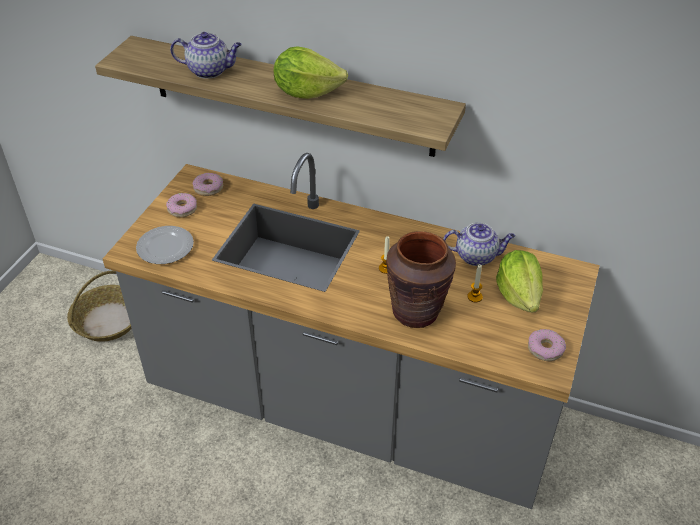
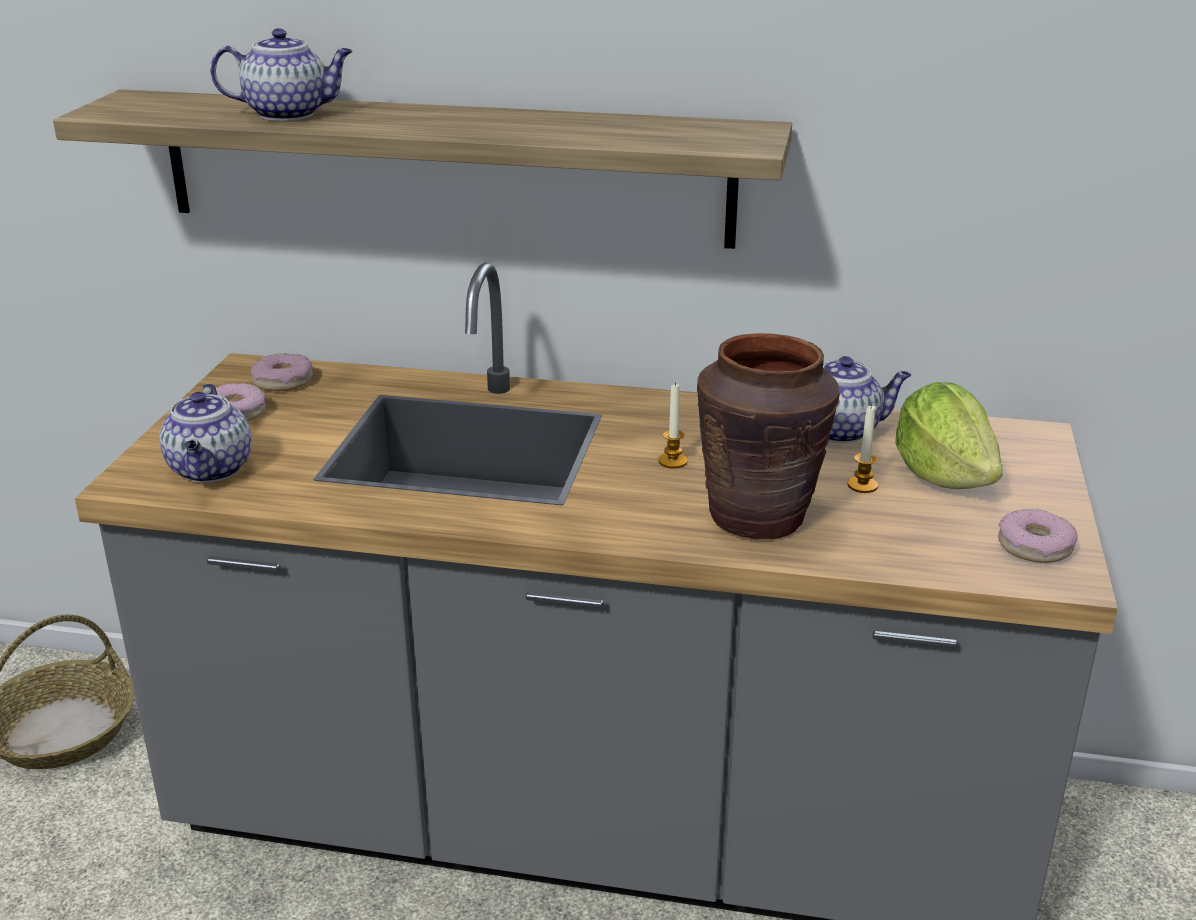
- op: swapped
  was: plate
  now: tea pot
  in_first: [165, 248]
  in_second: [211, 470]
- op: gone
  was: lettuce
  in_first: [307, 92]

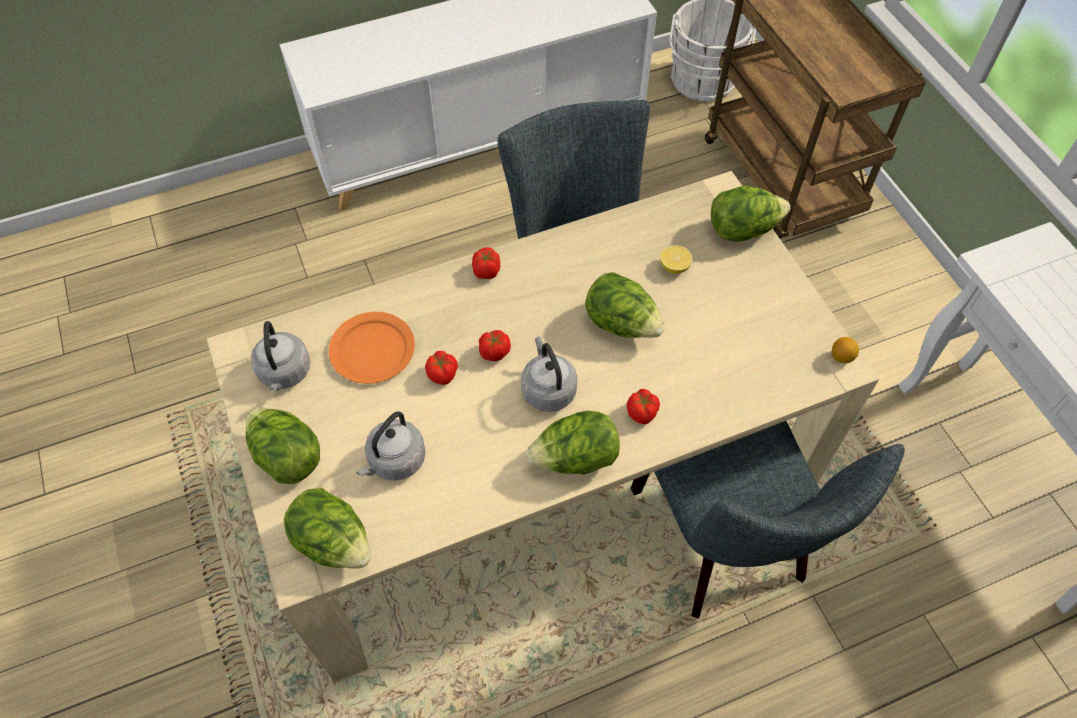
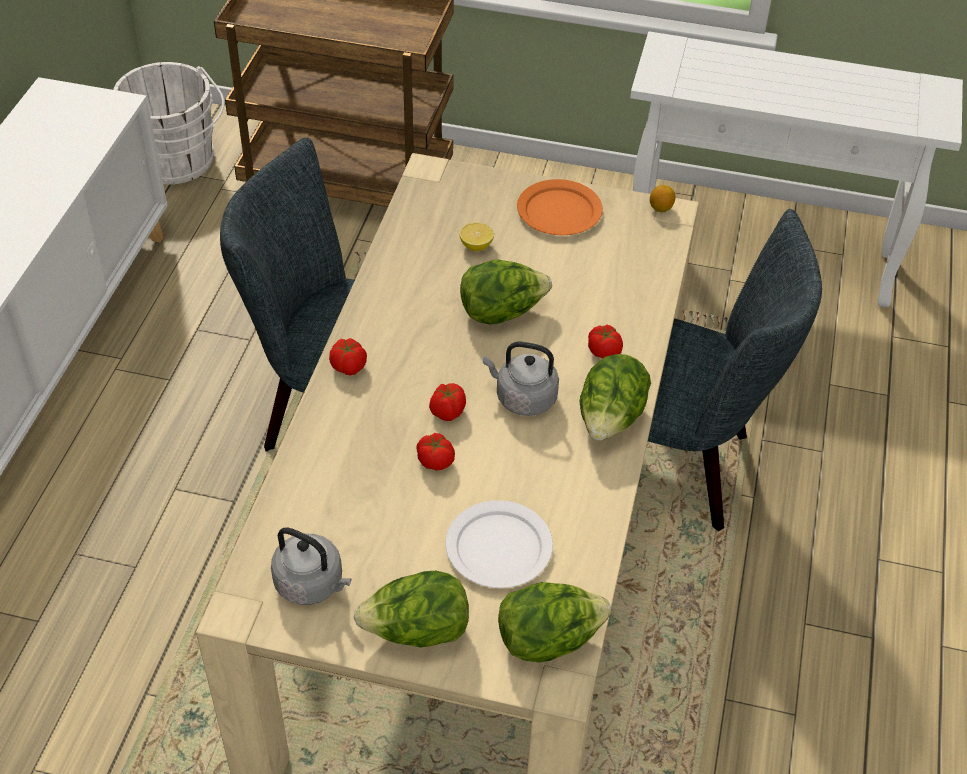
- op: swapped
  was: tea kettle in grey
  now: plate in white
  in_first: [395, 461]
  in_second: [499, 548]
- op: shifted
  was: plate in orangey
  in_first: [373, 349]
  in_second: [559, 211]
- op: gone
  was: lettuce
  in_first: [743, 229]

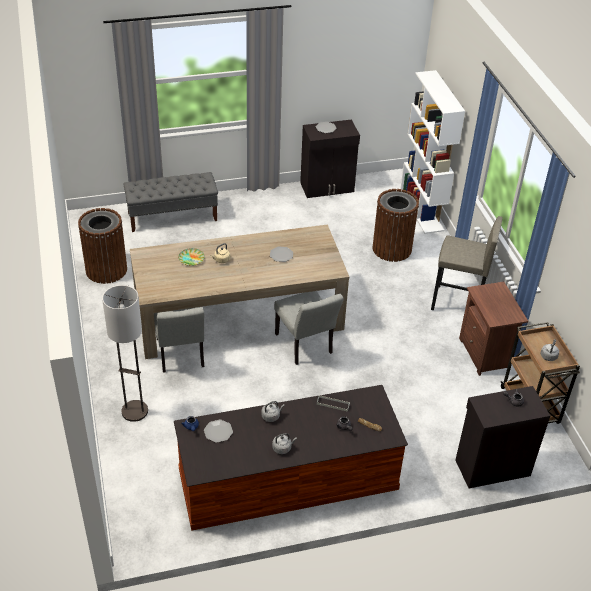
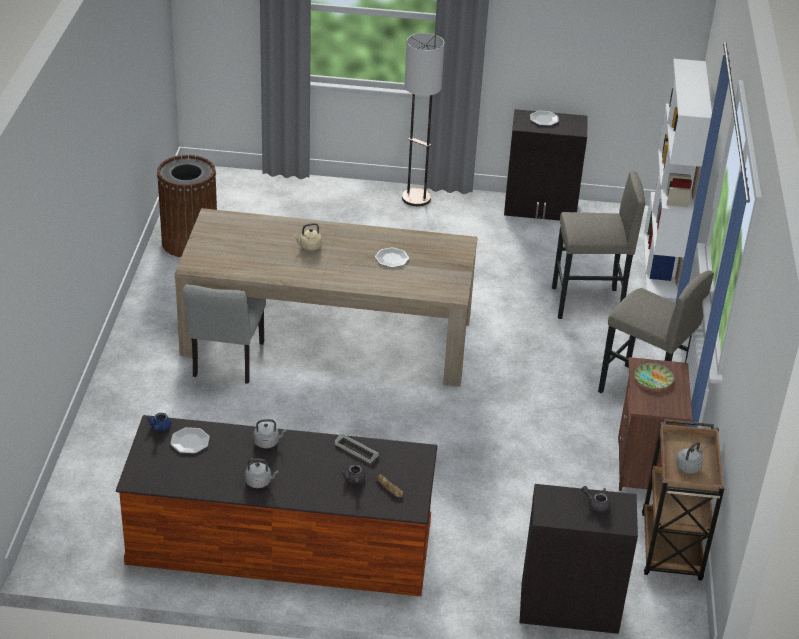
- op: shifted
  was: floor lamp
  in_first: [134, 411]
  in_second: [416, 198]
- op: swapped
  was: trash can in brown-coloured
  now: sitting stool in grey
  in_first: [392, 249]
  in_second: [587, 304]
- op: shifted
  was: plate
  in_first: [191, 259]
  in_second: [653, 379]
- op: gone
  was: indoor bench in grey
  in_first: [173, 216]
- op: gone
  was: plain chair in grey
  in_first: [306, 346]

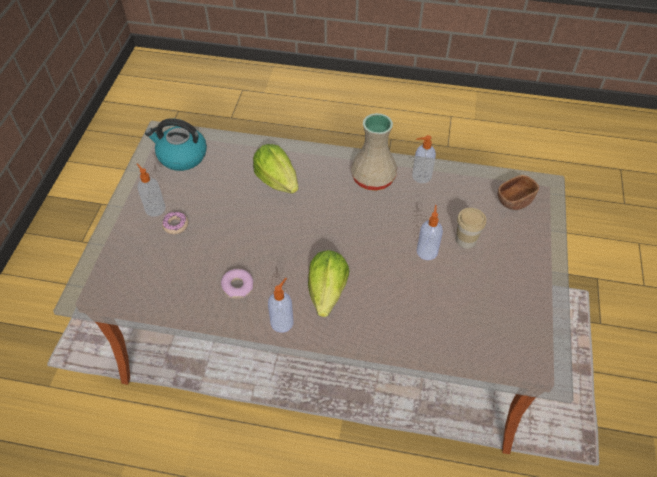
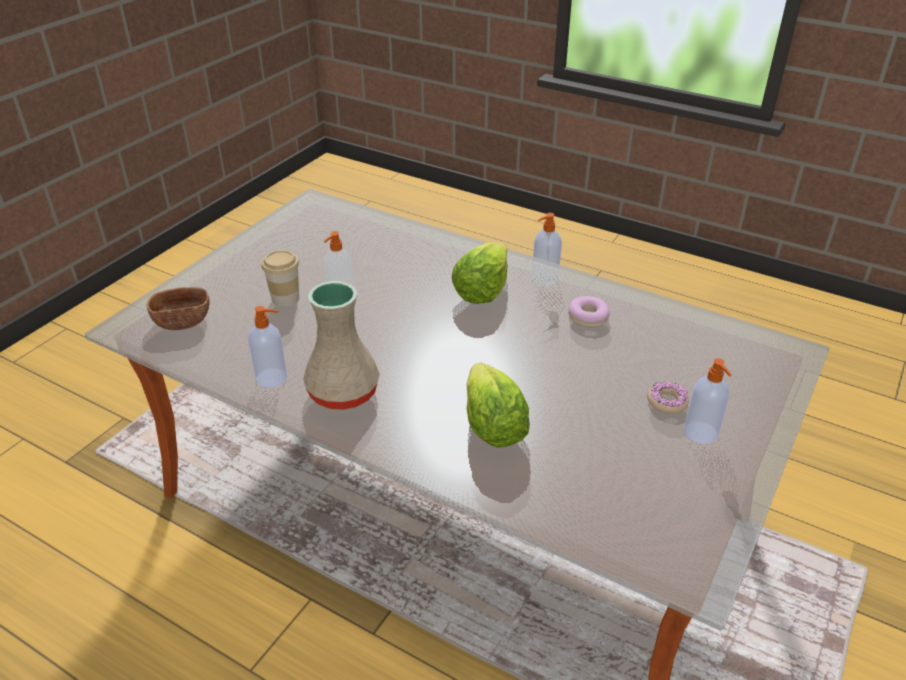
- op: gone
  was: tea kettle
  in_first: [181, 156]

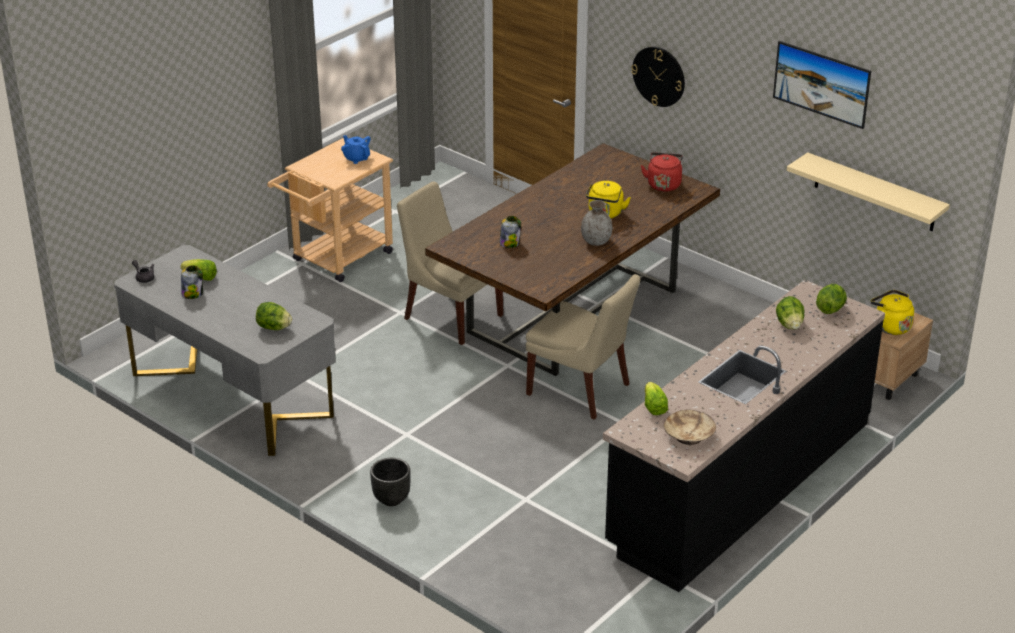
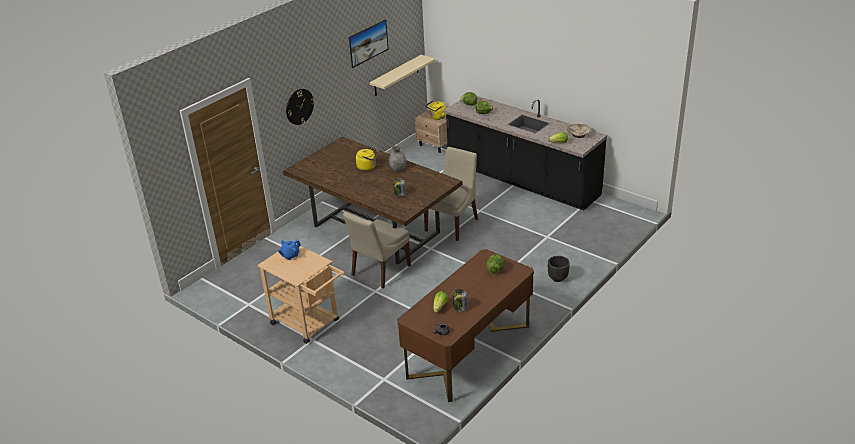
- op: repainted
  was: desk table in grey
  now: desk table in brown-coloured
  in_first: [232, 394]
  in_second: [469, 351]
- op: gone
  was: tea kettle in red-coloured
  in_first: [663, 184]

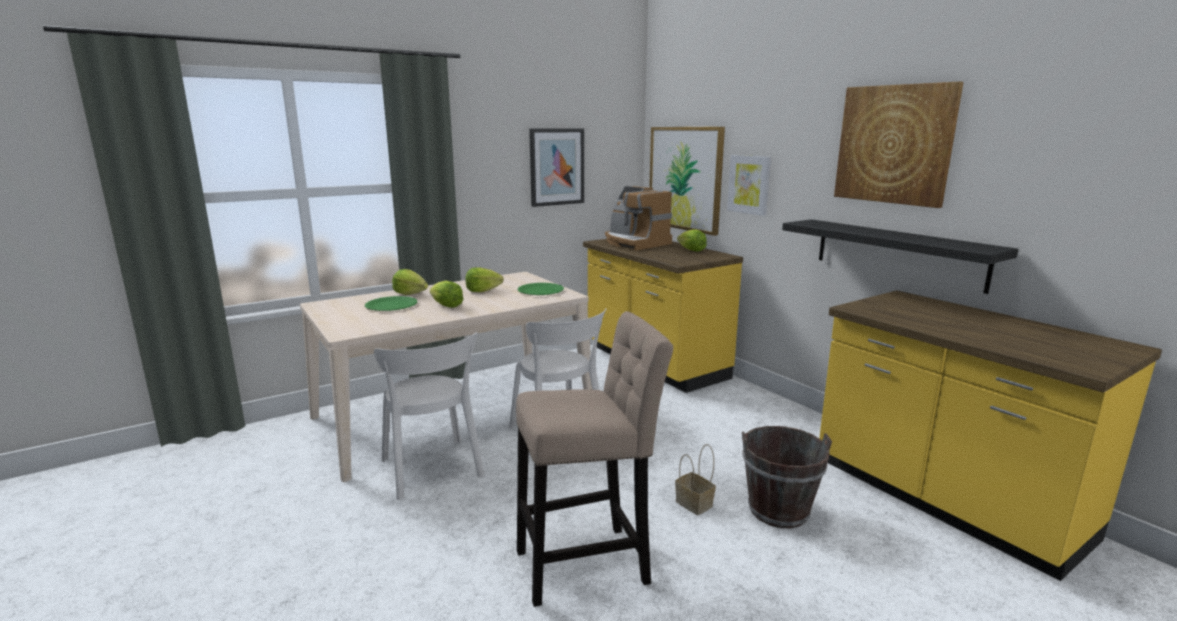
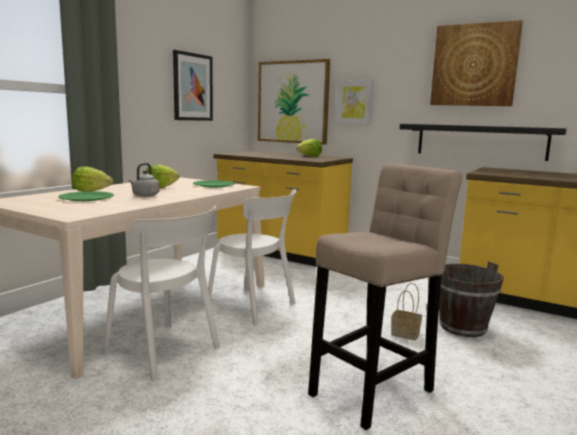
- op: swapped
  was: lettuce
  now: tea kettle in grey
  in_first: [446, 306]
  in_second: [144, 196]
- op: gone
  was: coffee brewer
  in_first: [635, 243]

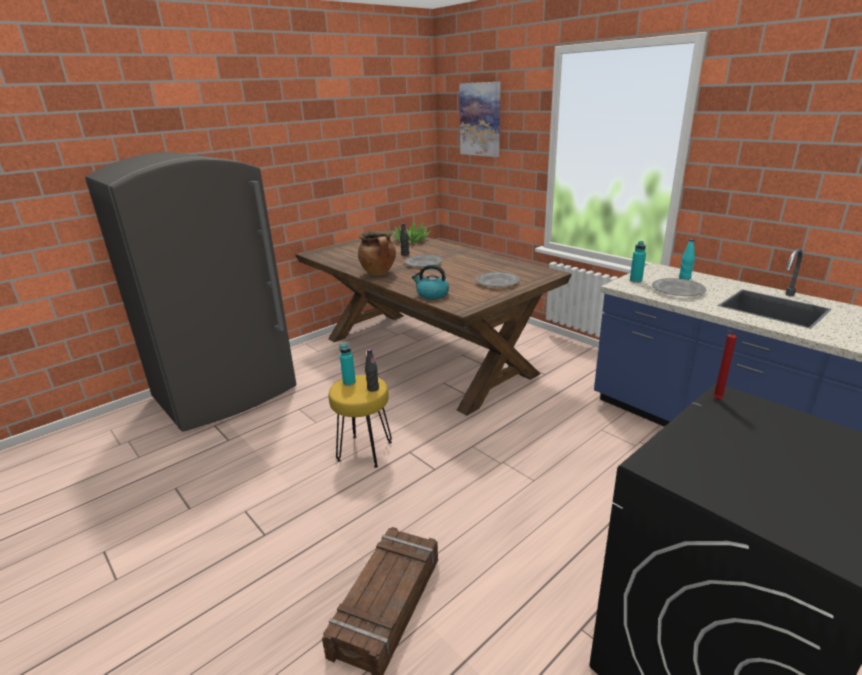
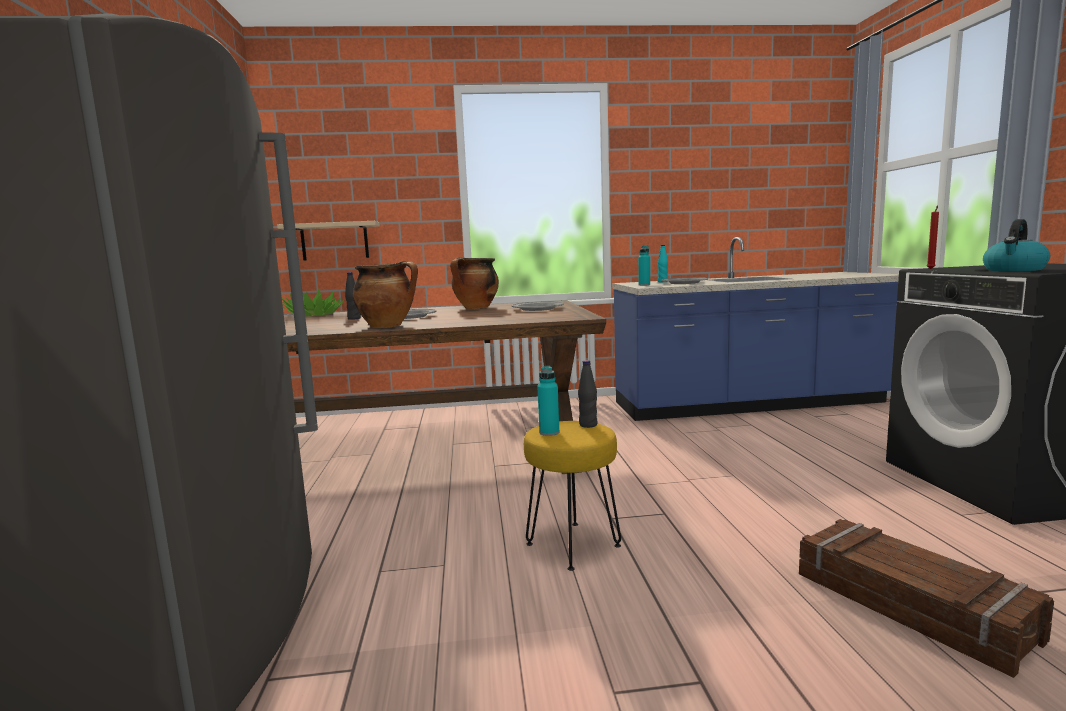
- op: new
  now: wall shelf in sand-coloured
  in_second: [334, 241]
- op: new
  now: saucepot
  in_second: [476, 308]
- op: shifted
  was: tea kettle
  in_first: [432, 295]
  in_second: [1014, 270]
- op: gone
  was: wall picture
  in_first: [480, 119]

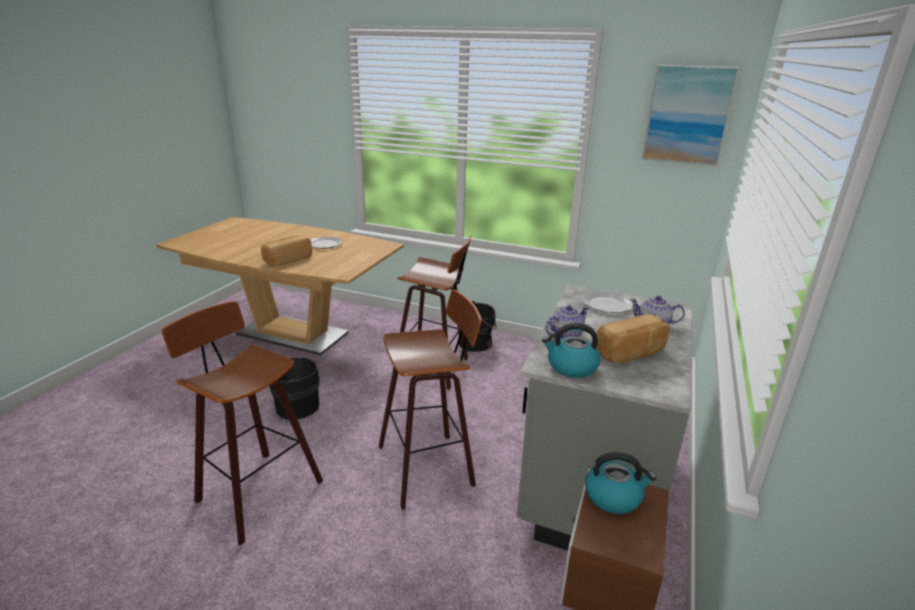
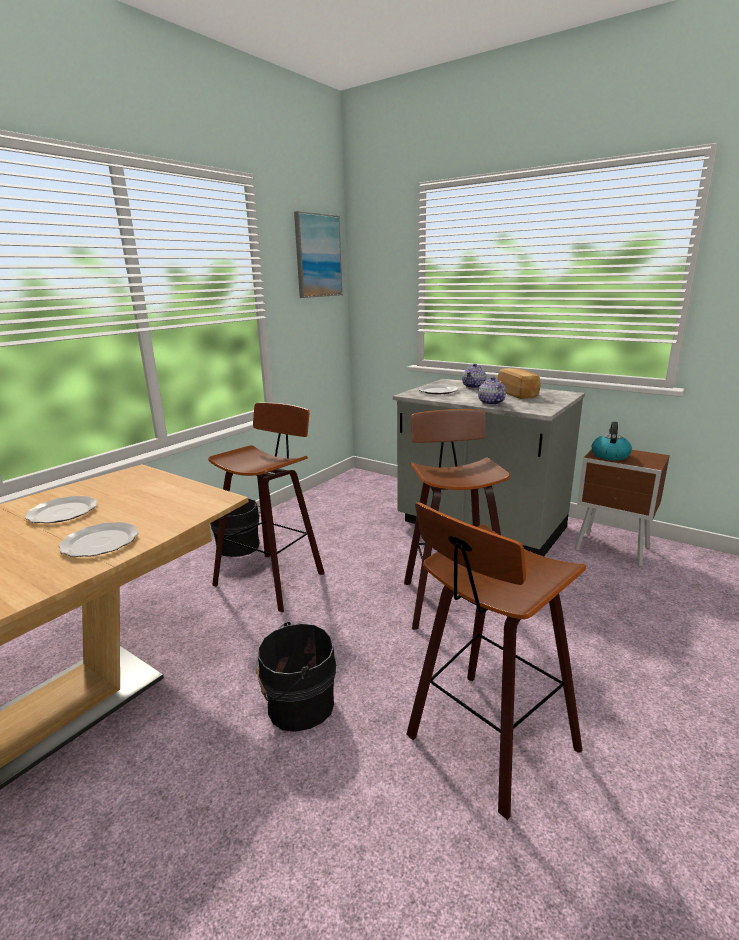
- op: swapped
  was: bread
  now: plate
  in_first: [287, 259]
  in_second: [101, 542]
- op: gone
  was: tea kettle
  in_first: [571, 367]

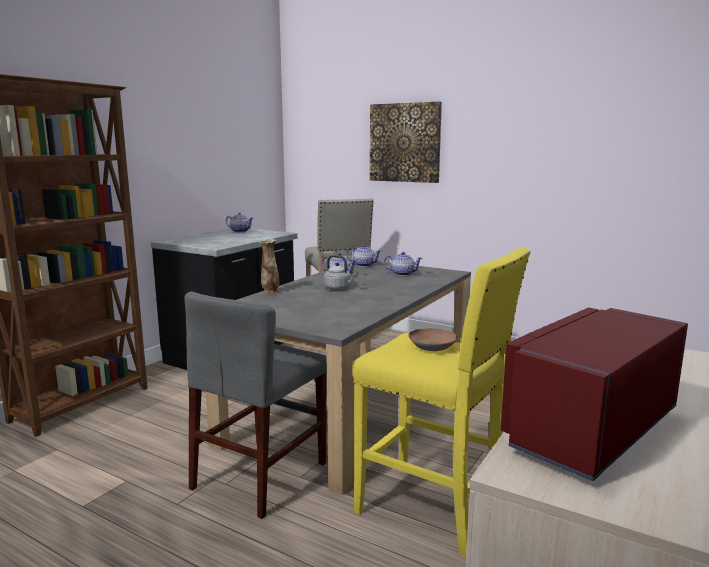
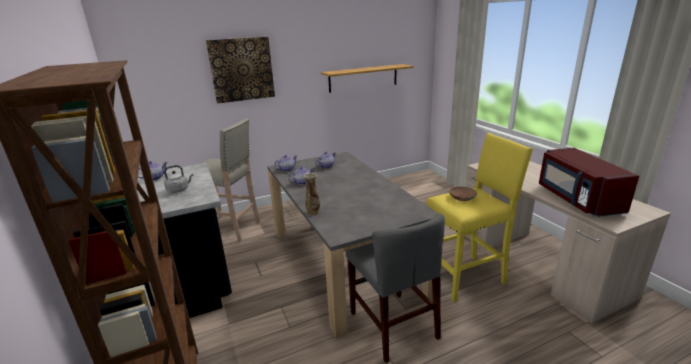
- op: shifted
  was: tea kettle in grey
  in_first: [339, 288]
  in_second: [179, 190]
- op: new
  now: wall shelf
  in_second: [363, 78]

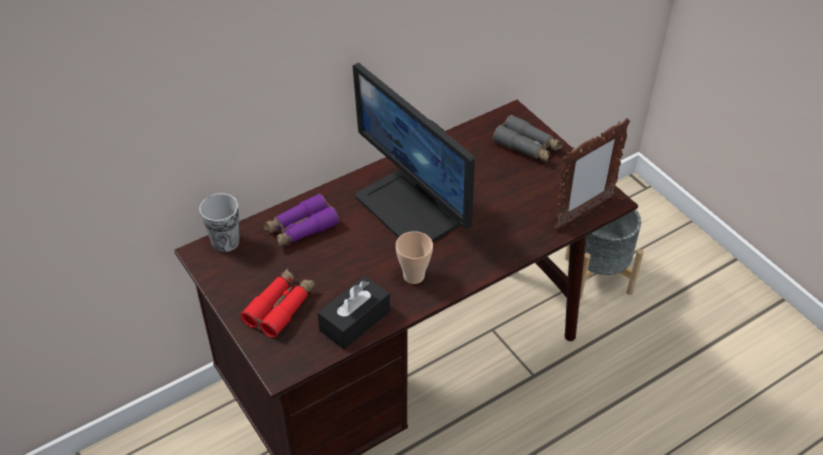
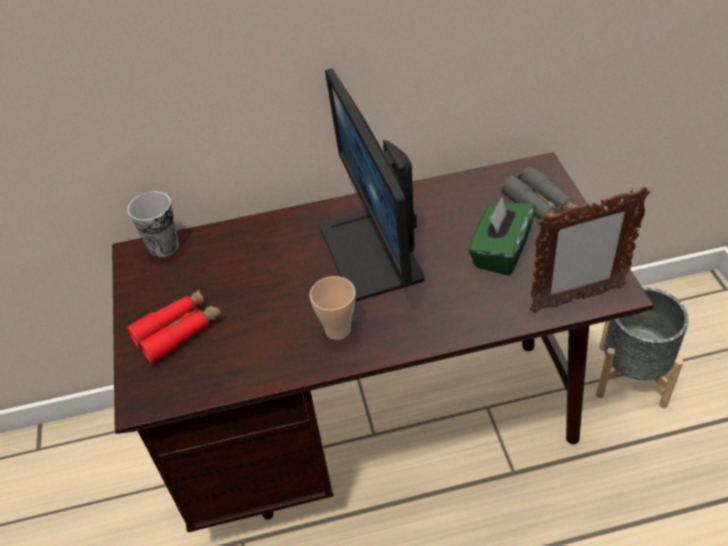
- op: new
  now: tissue holder in green
  in_second: [500, 252]
- op: gone
  was: binoculars in purplish
  in_first: [301, 228]
- op: gone
  was: tissue holder in black-coloured
  in_first: [354, 321]

